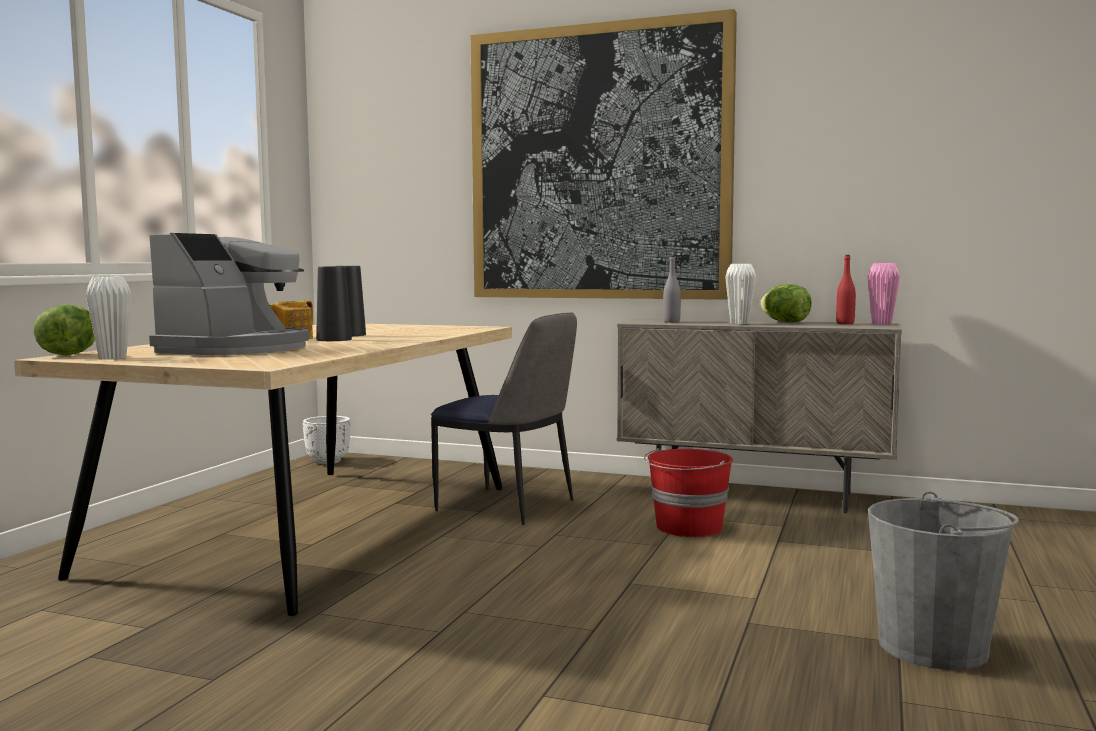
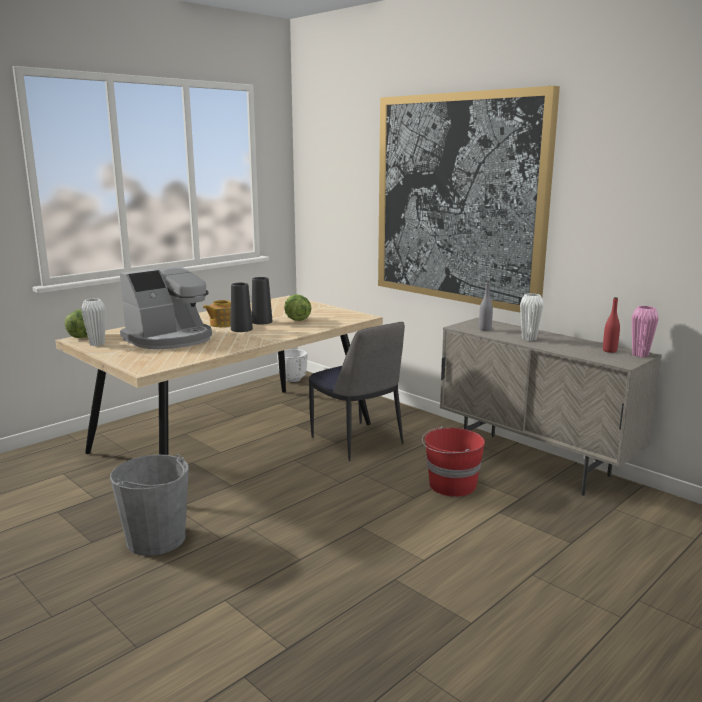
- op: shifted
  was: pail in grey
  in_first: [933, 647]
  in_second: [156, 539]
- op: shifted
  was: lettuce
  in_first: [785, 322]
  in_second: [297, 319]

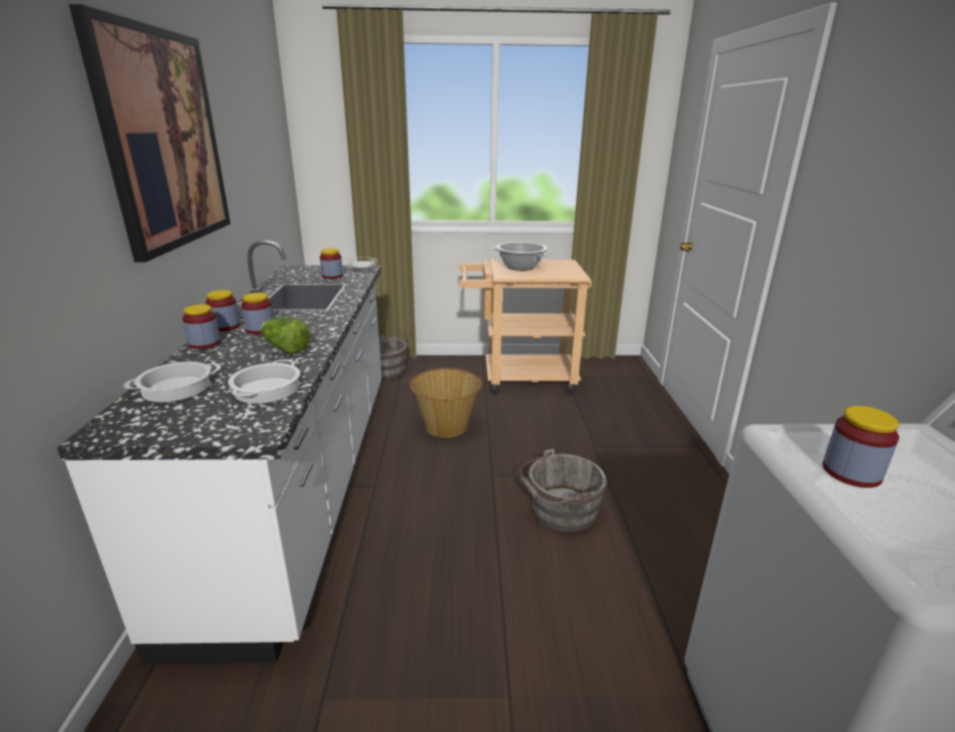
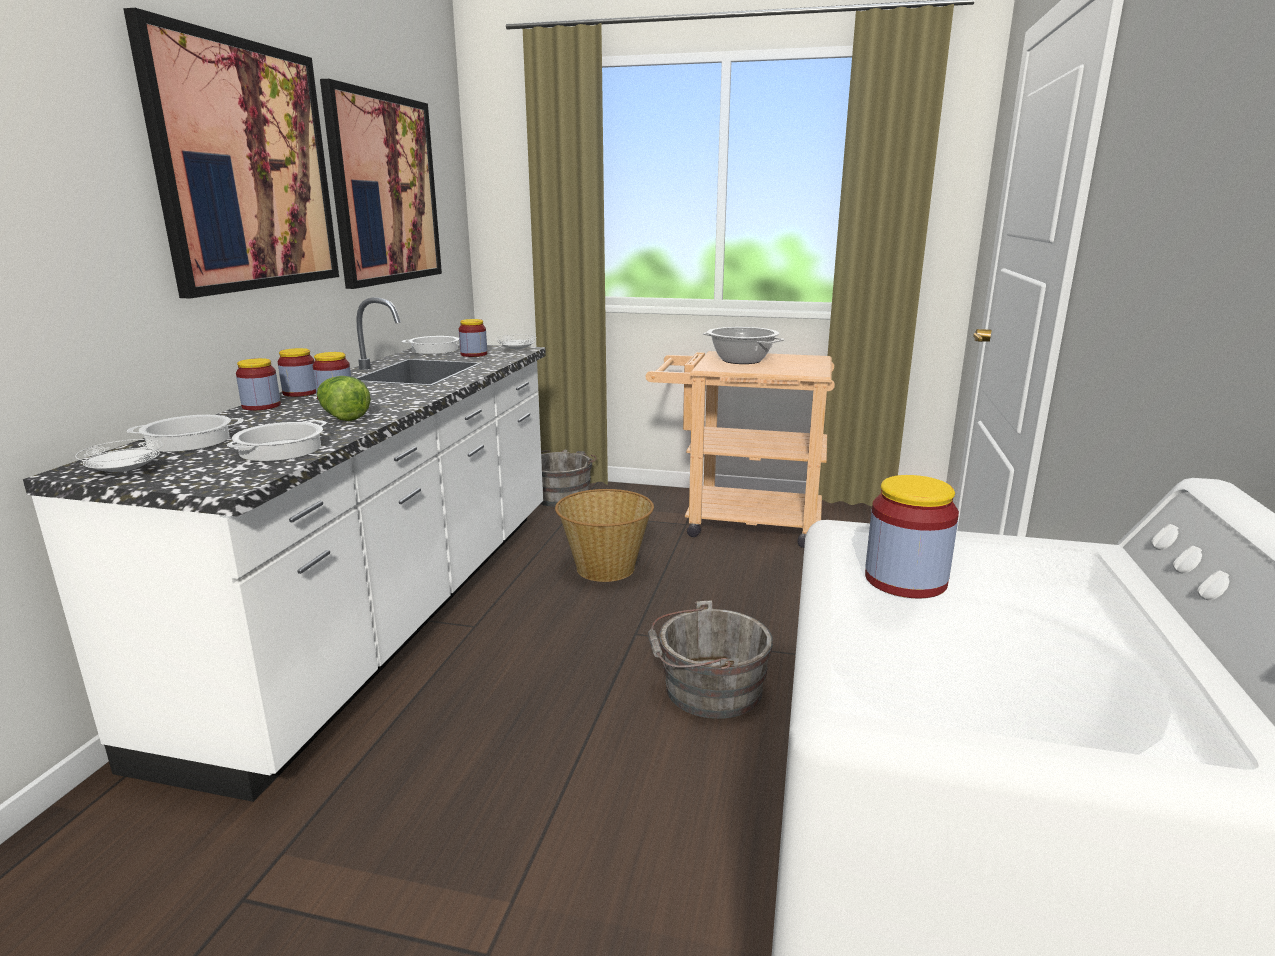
- op: new
  now: plate in white
  in_second: [125, 473]
- op: new
  now: wall picture
  in_second: [385, 190]
- op: new
  now: saucepot
  in_second: [434, 350]

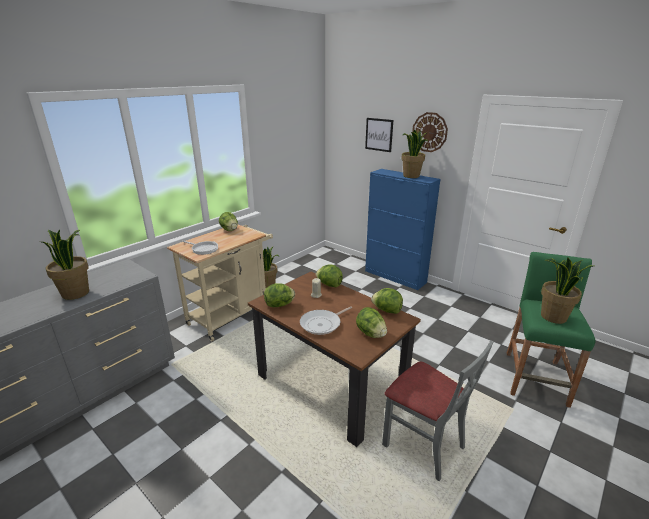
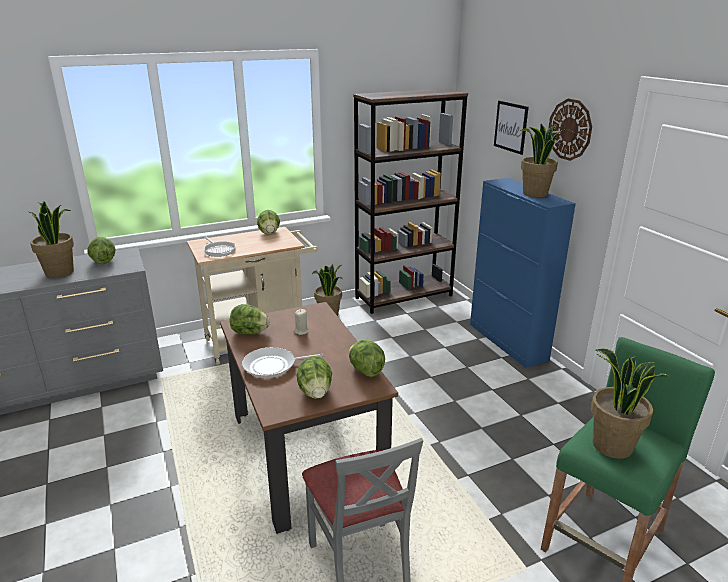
- op: shifted
  was: lettuce
  in_first: [329, 285]
  in_second: [103, 261]
- op: new
  now: bookshelf in brown-coloured
  in_second: [404, 297]

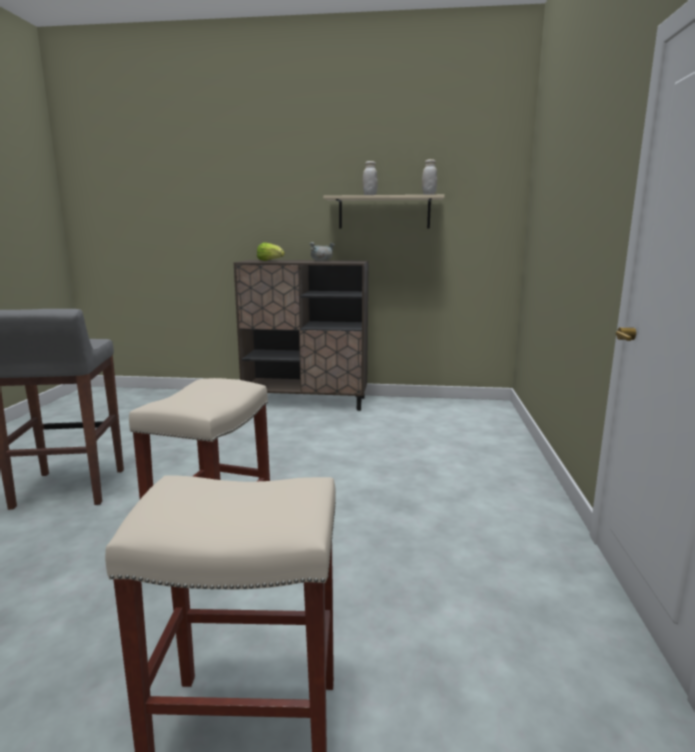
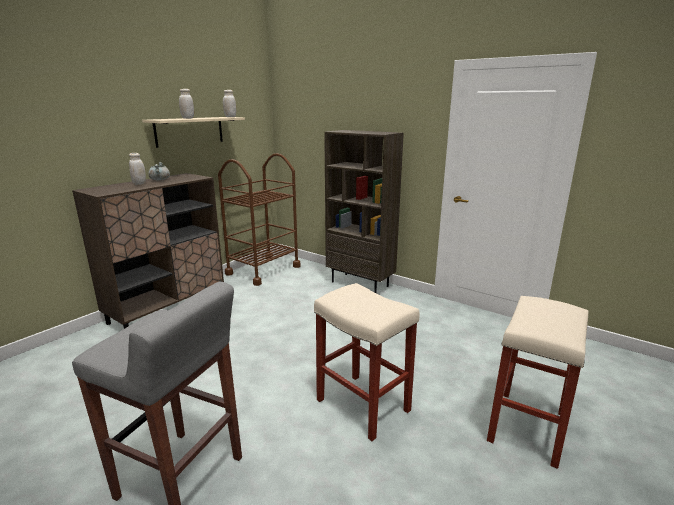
- op: new
  now: preserve jar in white
  in_second: [139, 184]
- op: new
  now: wheeled cart in brown-coloured
  in_second: [263, 270]
- op: new
  now: bookshelf in brown-coloured
  in_second: [360, 284]
- op: gone
  was: lettuce
  in_first: [270, 261]

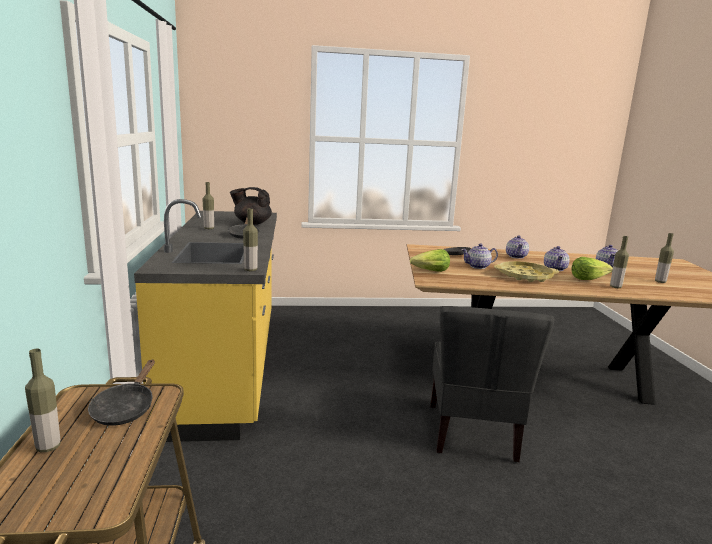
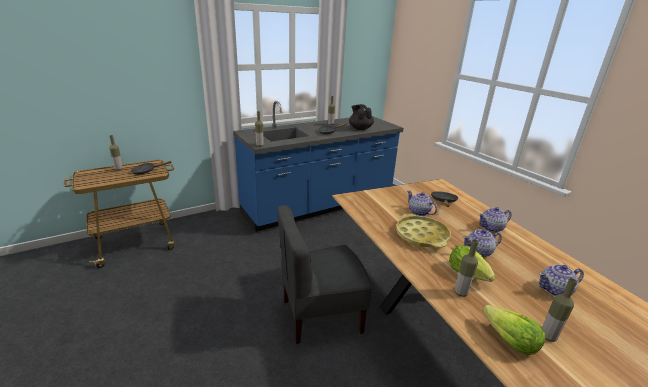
- op: repainted
  was: kitchen base unit in yellow
  now: kitchen base unit in bluish
  in_first: [227, 367]
  in_second: [319, 206]
- op: shifted
  was: lettuce
  in_first: [431, 271]
  in_second: [508, 340]

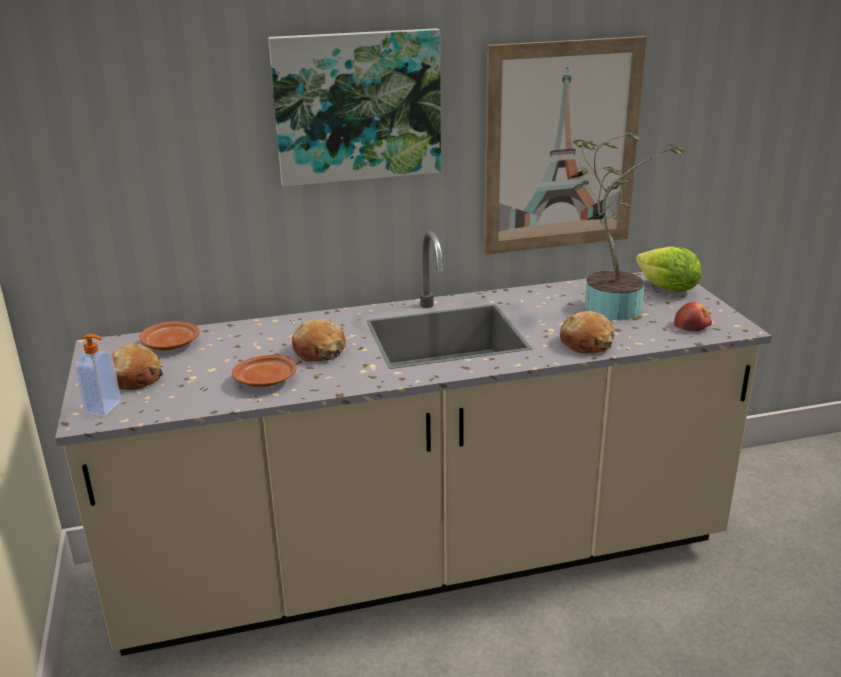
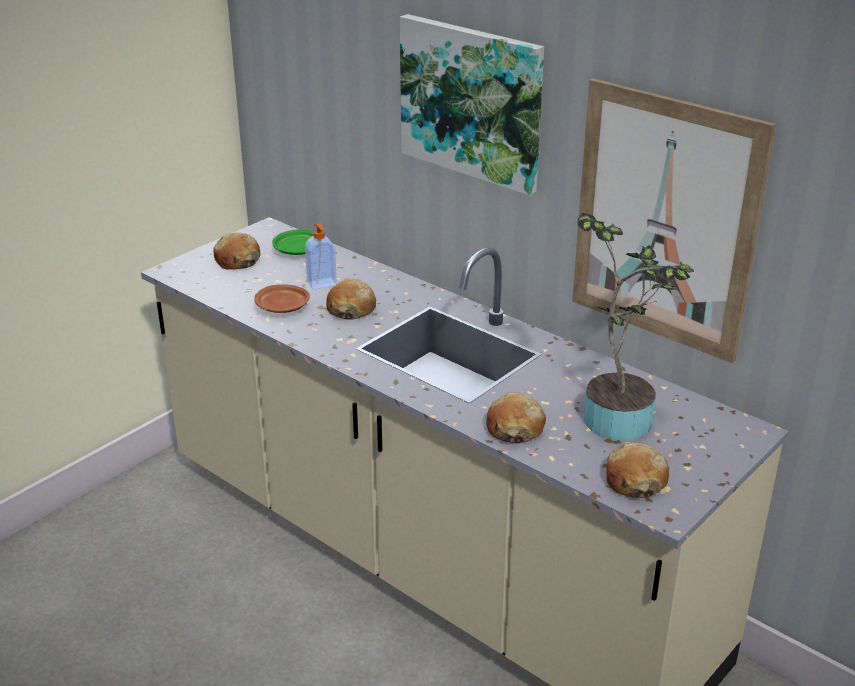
- op: repainted
  was: plate in brown-coloured
  now: plate in green
  in_first: [170, 344]
  in_second: [297, 250]
- op: shifted
  was: liquid soap bottle
  in_first: [104, 408]
  in_second: [322, 284]
- op: swapped
  was: whole apple
  now: bread
  in_first: [692, 326]
  in_second: [635, 480]
- op: gone
  was: lettuce
  in_first: [667, 289]

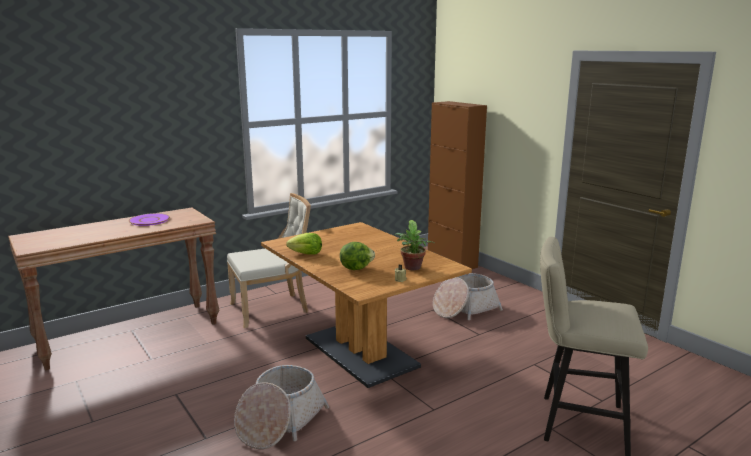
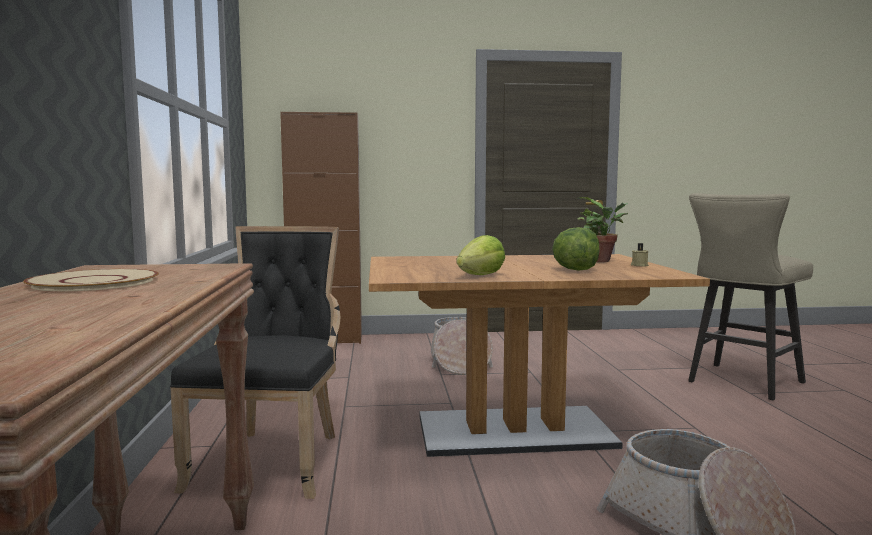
- op: repainted
  was: plate in purplish
  now: plate in sand-coloured
  in_first: [149, 220]
  in_second: [93, 282]
- op: repainted
  was: plain chair in sand-coloured
  now: plain chair in black-coloured
  in_first: [273, 309]
  in_second: [272, 459]

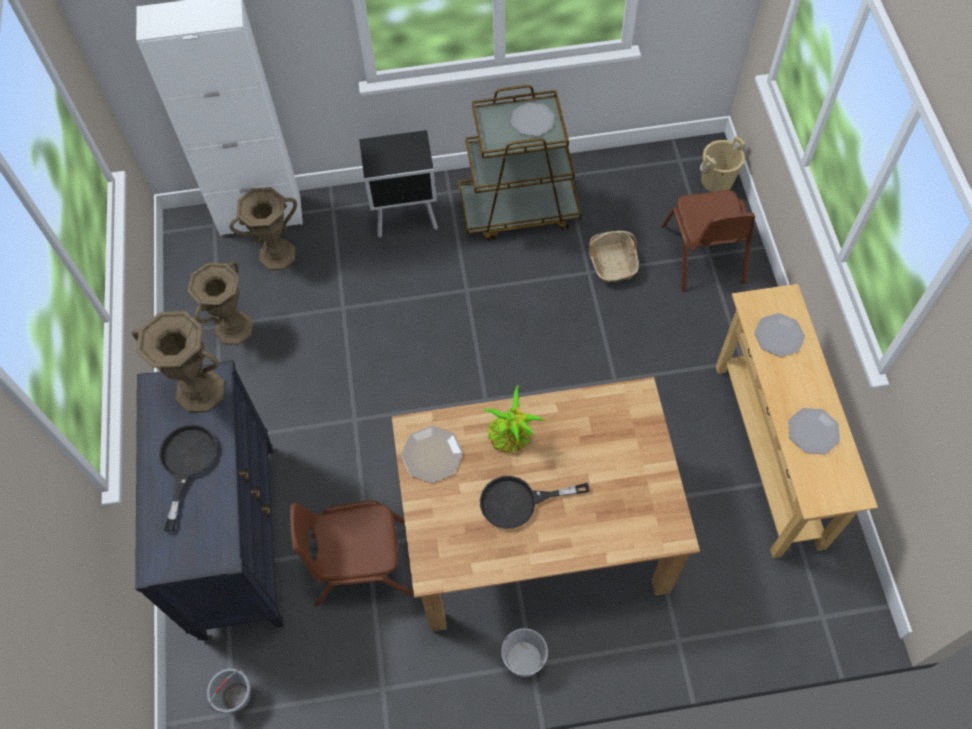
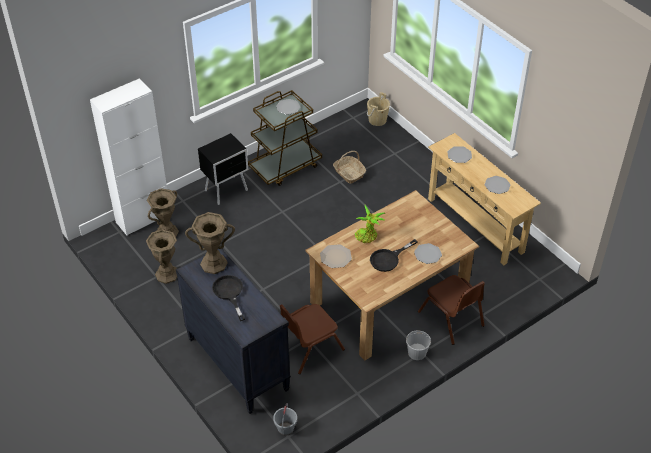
- op: new
  now: plate
  in_second: [427, 254]
- op: shifted
  was: plain chair in brown-coloured
  in_first: [703, 254]
  in_second: [451, 319]

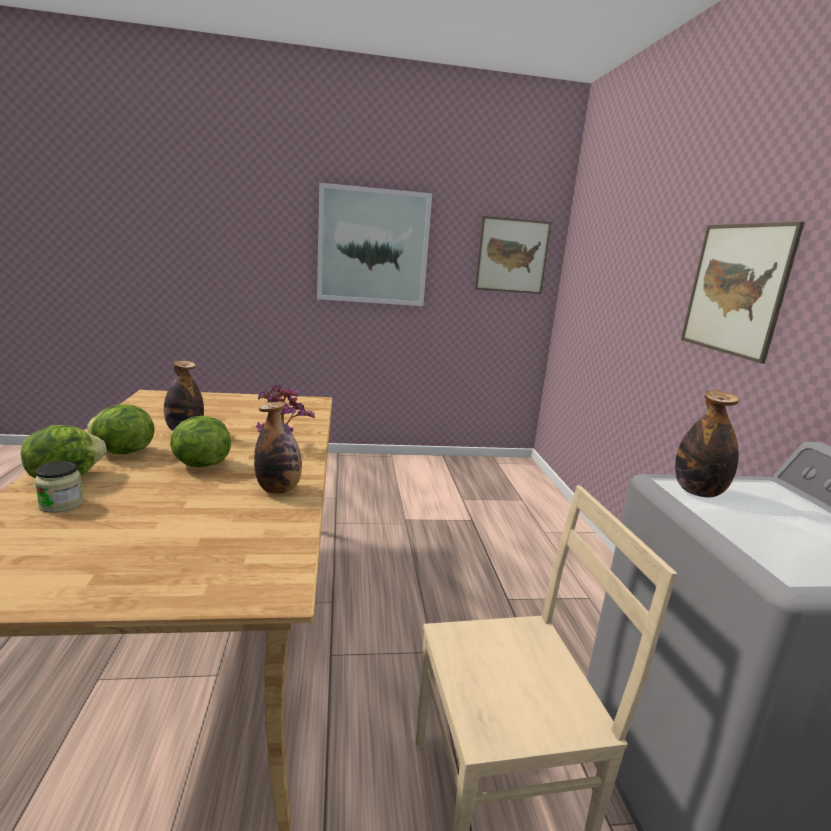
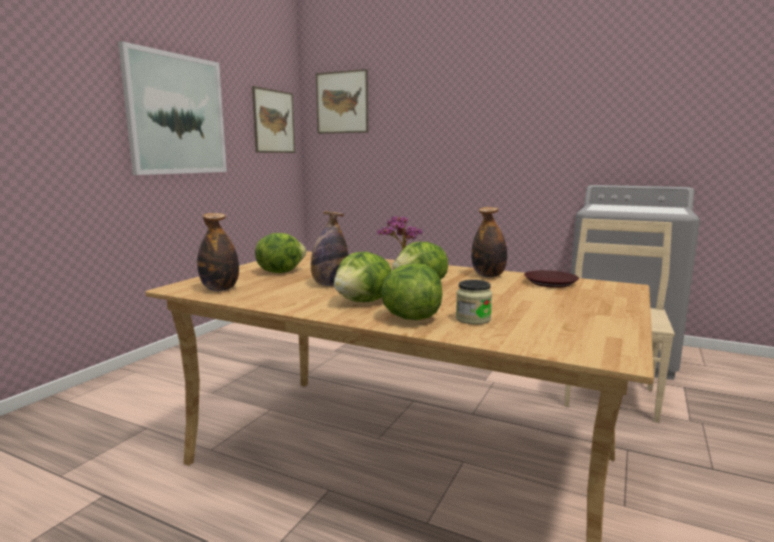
- op: shifted
  was: bottle
  in_first: [698, 492]
  in_second: [220, 289]
- op: new
  now: lettuce
  in_second: [280, 272]
- op: shifted
  was: wall picture
  in_first: [735, 289]
  in_second: [342, 102]
- op: new
  now: plate in brown-coloured
  in_second: [551, 283]

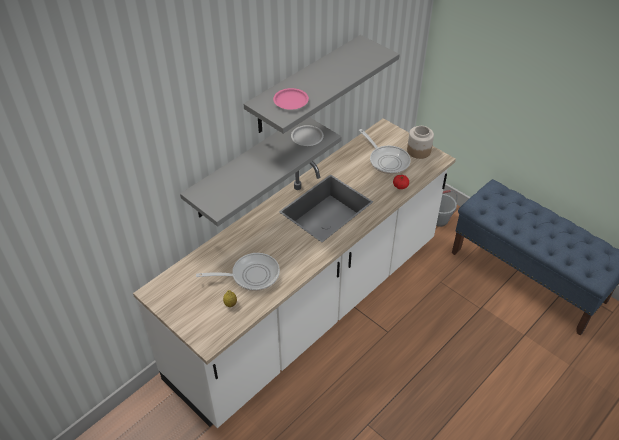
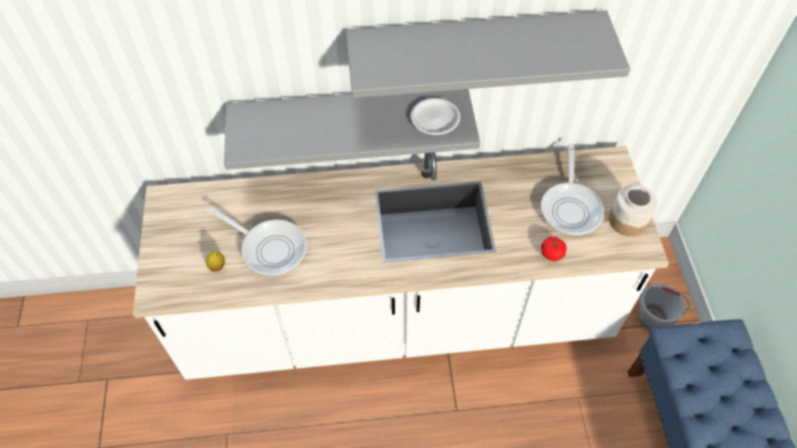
- op: gone
  was: plate in pinkish
  in_first: [291, 101]

